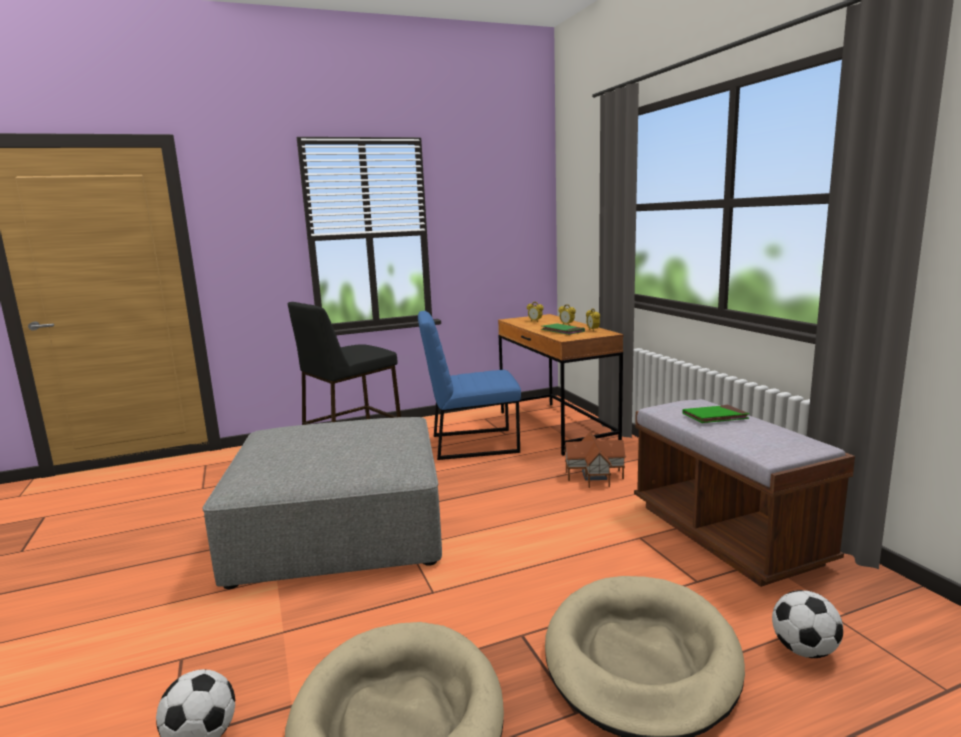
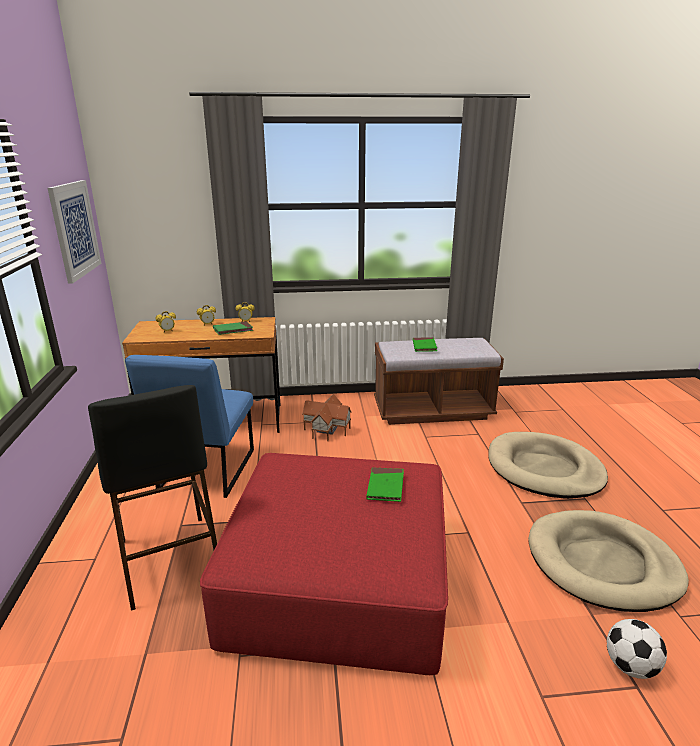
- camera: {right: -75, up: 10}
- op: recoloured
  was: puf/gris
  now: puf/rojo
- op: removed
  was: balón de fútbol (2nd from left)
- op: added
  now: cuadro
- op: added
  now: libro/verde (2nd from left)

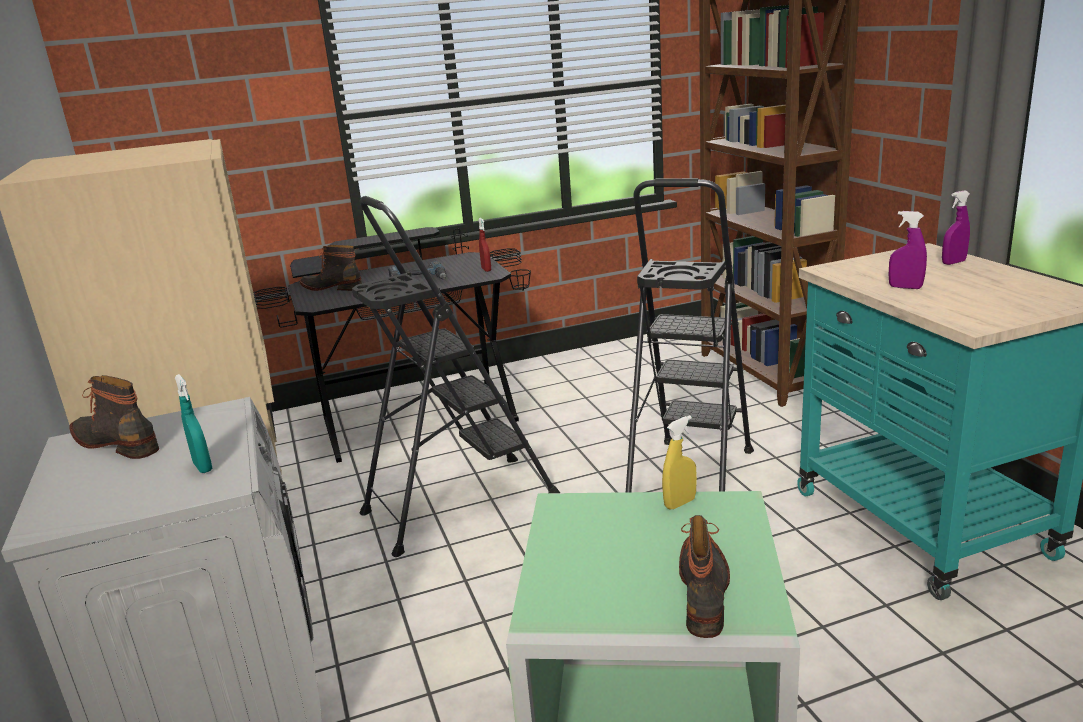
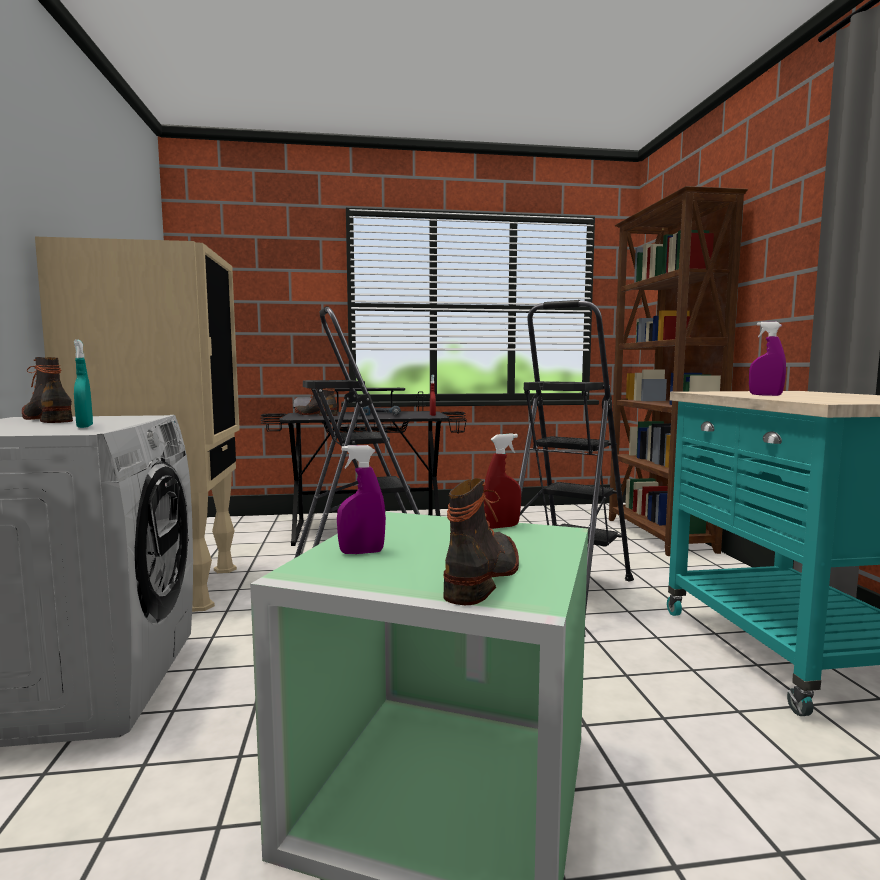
- camera: {right: 10, up: -15}
- op: recoloured
  was: pulverizador/amarillo
  now: pulverizador/rojo (2nd from left)
- op: moved
  was: pulverizador/morado (2nd from left in the first image)
  now: pulverizador/morado (1st from left)

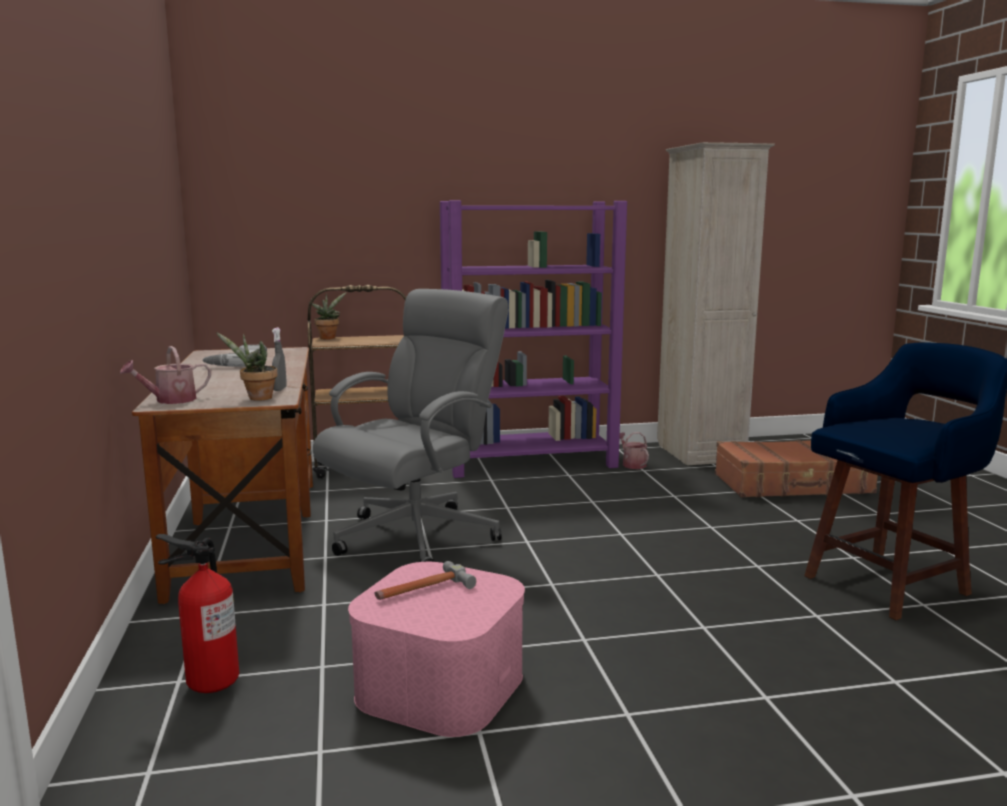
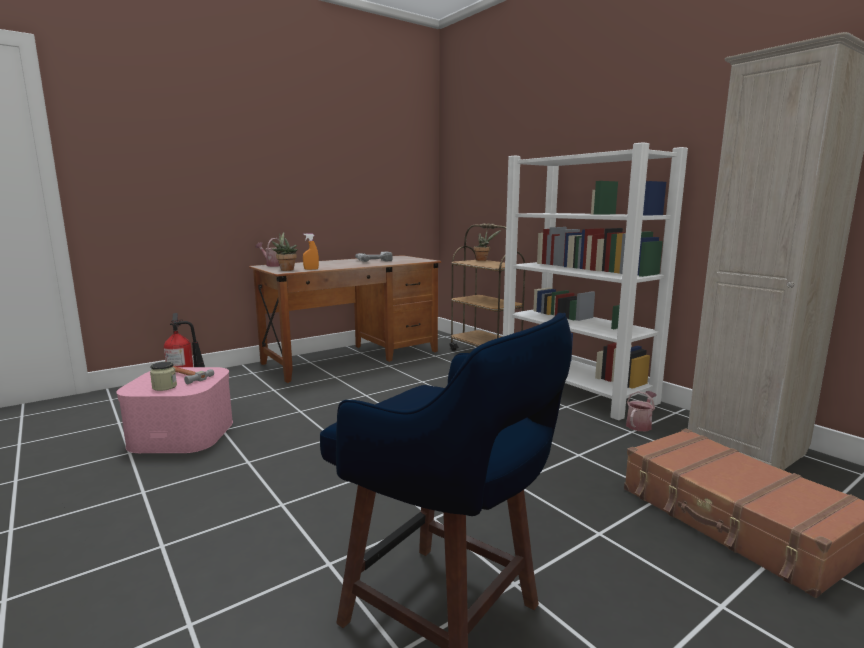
- camera: {right: 65, up: 0}
- op: recoloured
  was: pulverizador/gris
  now: pulverizador/naranja
- op: removed
  was: silla de oficina/gris
- op: recoloured
  was: estantería/morado
  now: estantería/blanco
- op: added
  now: tarro

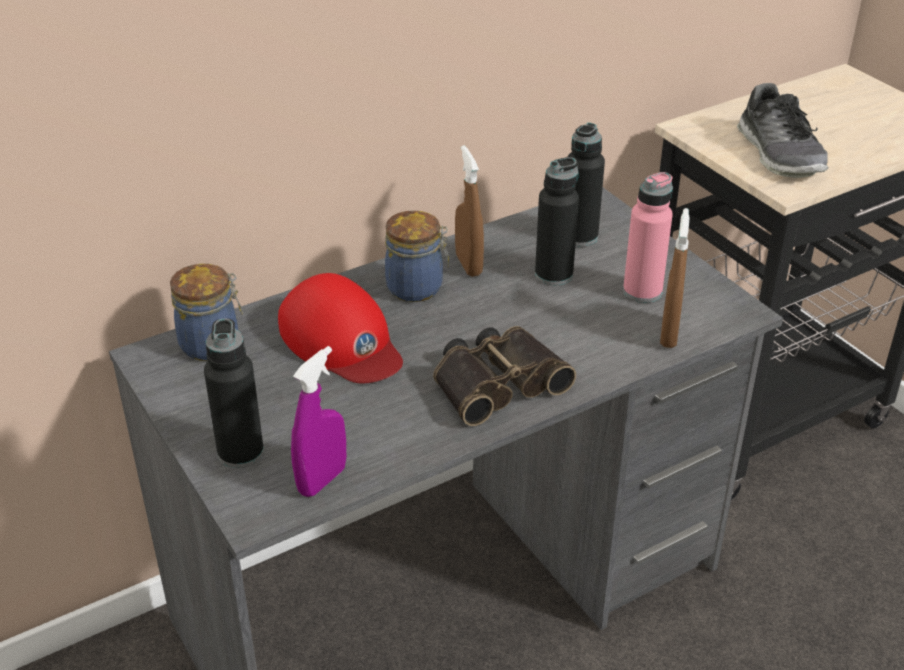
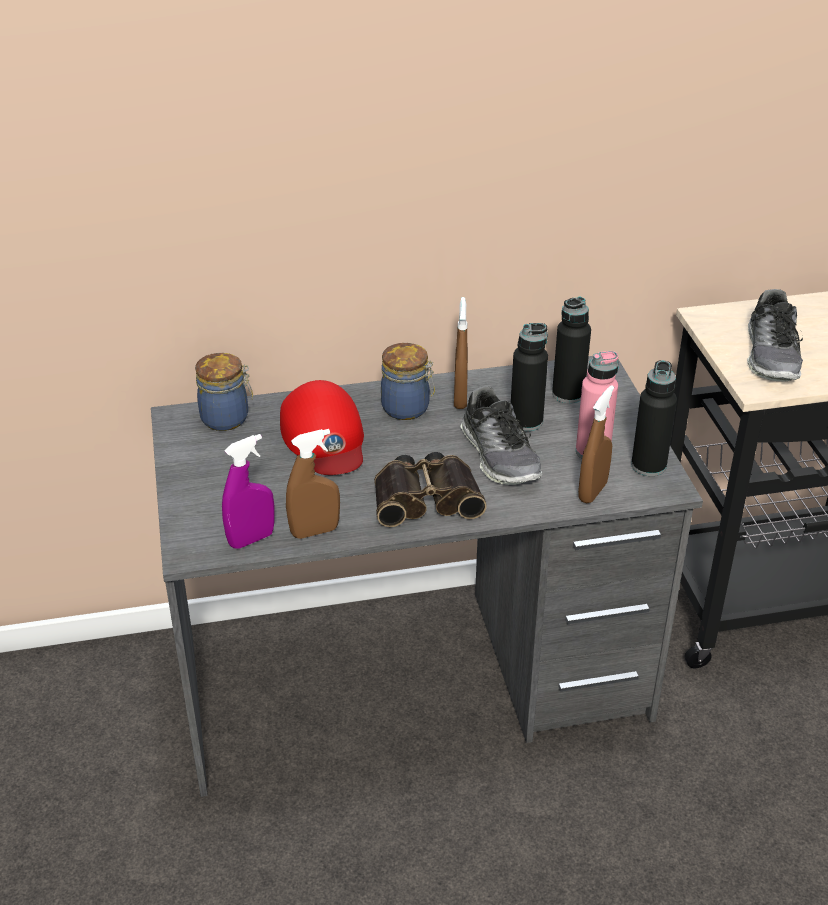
- camera: {right: 20, up: 0}
- op: moved
  was: botella/negro (1st from left in the first image)
  now: botella/negro (3rd from left)
- op: added
  now: pulverizador/marrón (1st from left)
- op: added
  now: zapato (1st from left)

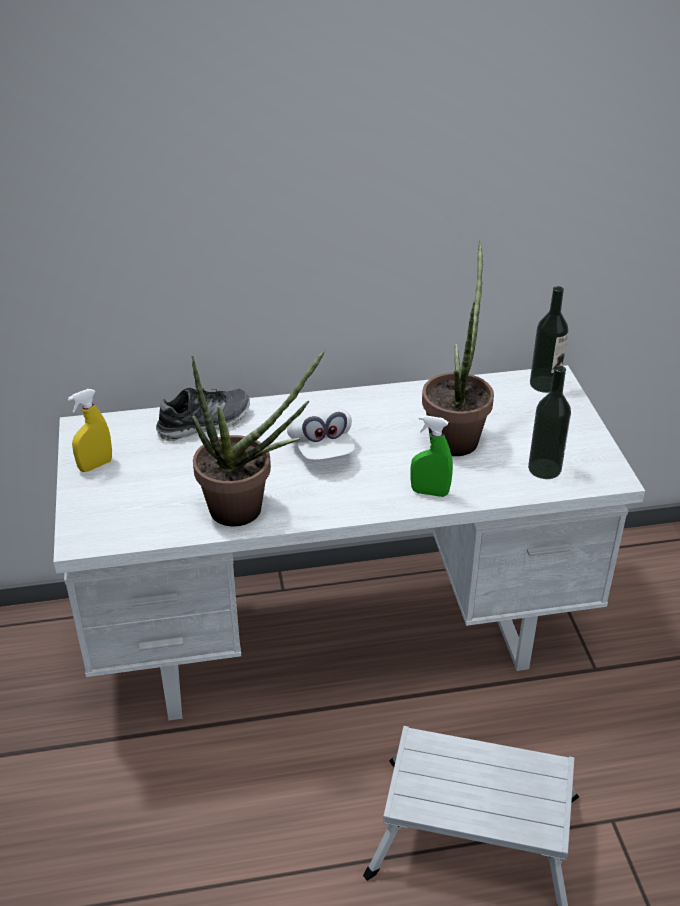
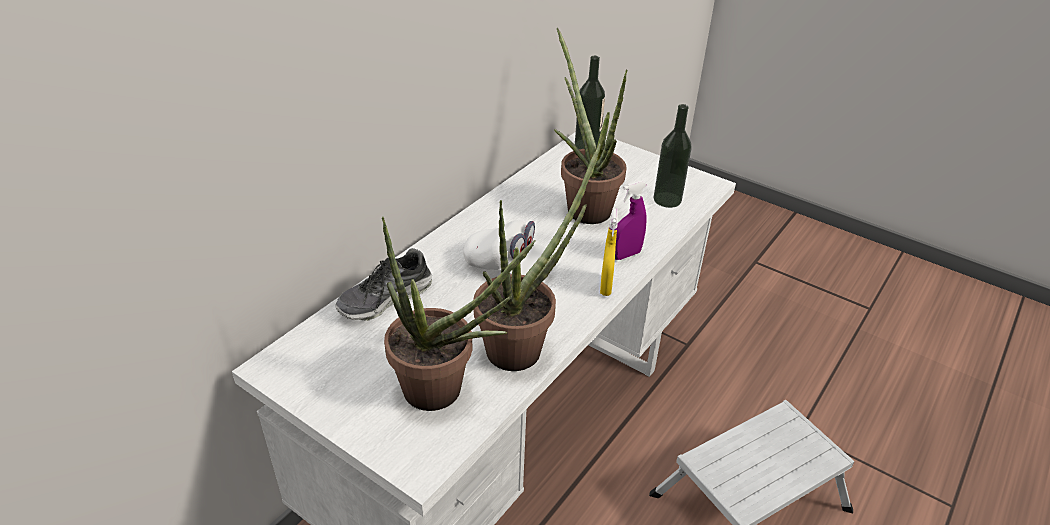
- camera: {right: -45, up: 0}
- op: moved
  was: pulverizador/amarillo
- op: turned
  was: zapato
  clockwise: -150
- op: recoloured
  was: pulverizador/verde
  now: pulverizador/morado
- op: added
  now: planta en maceta (1st from left)

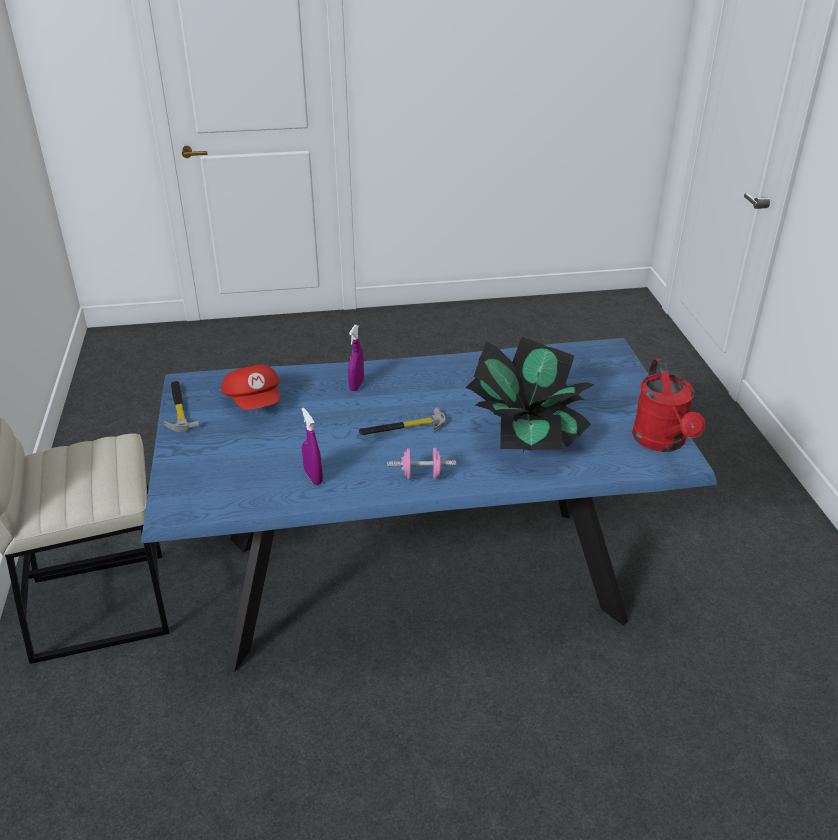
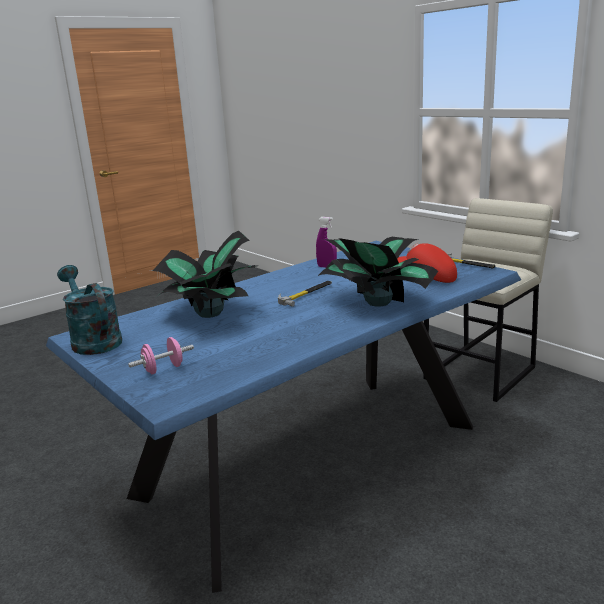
- camera: {right: 150, up: -15}
- op: replaced
  was: pulverizador/morado (2nd from left)
  now: planta en maceta (2nd from left)
- op: moved
  was: mancuerna/rosa
- op: recoloured
  was: regadera/rojo
  now: regadera/turquesa

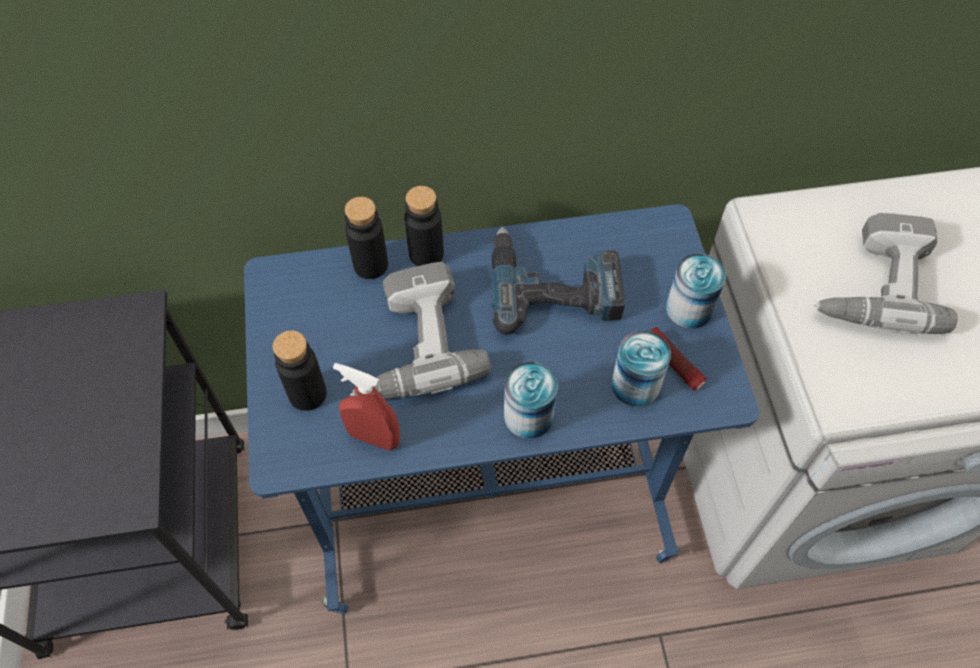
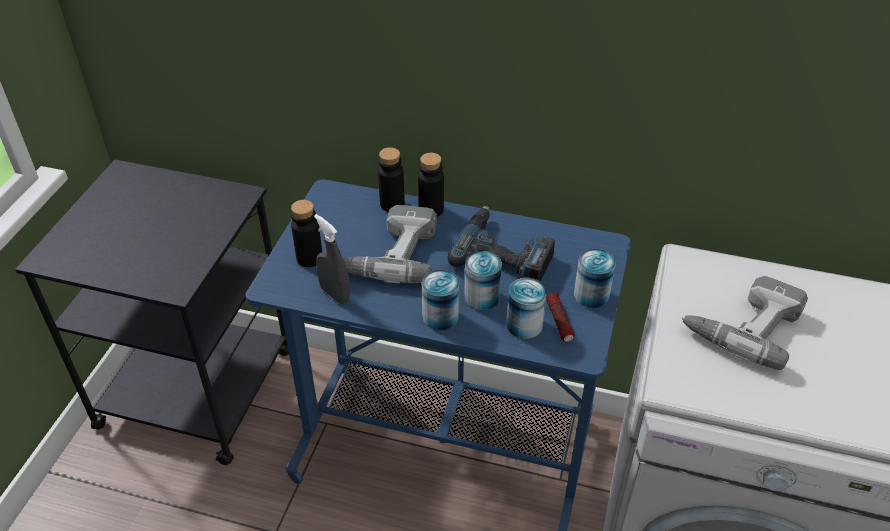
- camera: {right: 25, up: -15}
- op: recoloured
  was: pulverizador/rojo
  now: pulverizador/gris
- op: added
  now: lata (2nd from left)

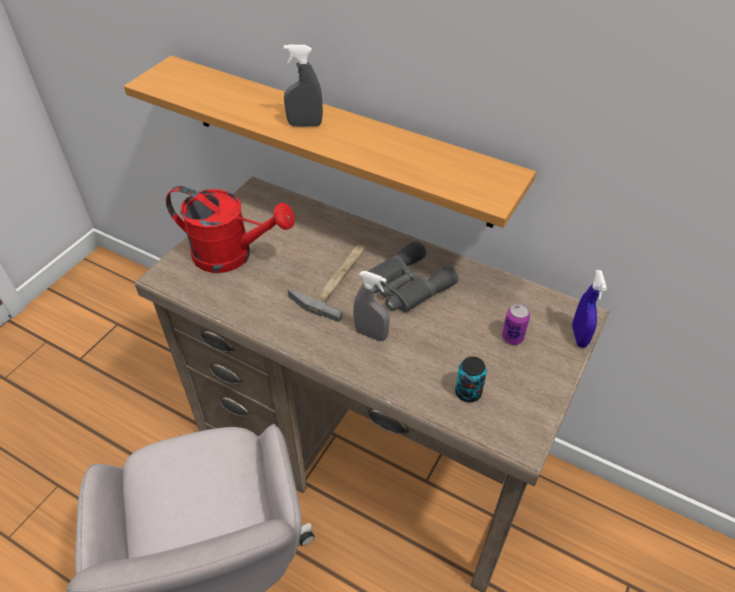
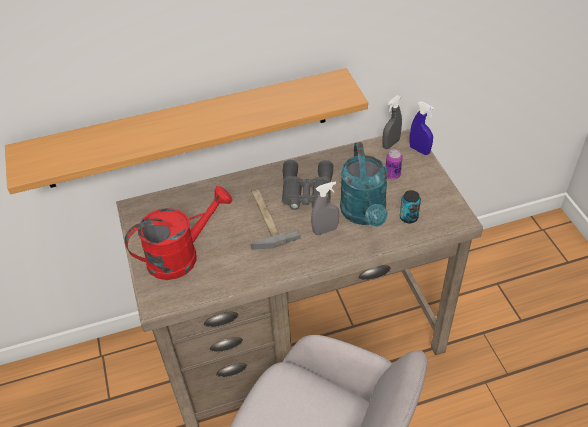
- camera: {right: -45, up: 0}
- op: moved
  was: pulverizador/gris (1st from left in the first image)
  now: pulverizador/gris (2nd from left)
- op: added
  now: regadera/turquesa

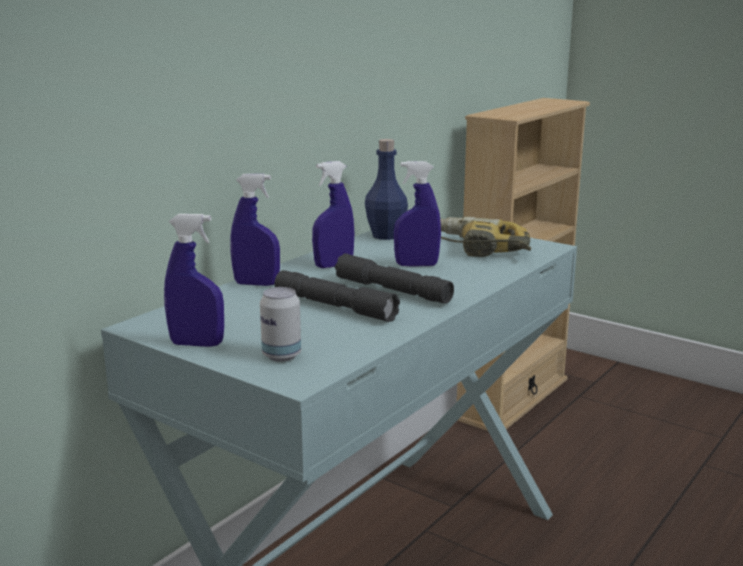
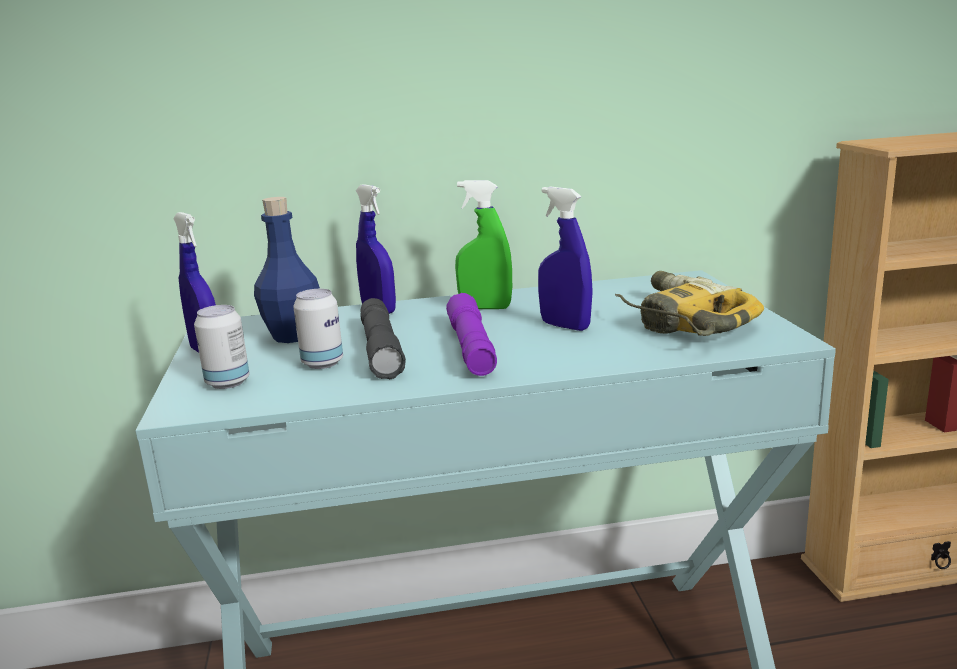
- camera: {right: 45, up: 0}
- op: recoloured
  was: pulverizador/azul (3rd from left)
  now: pulverizador/verde
- op: recoloured
  was: linterna/gris (2nd from left)
  now: linterna/morado
- op: moved
  was: botella/azul
- op: added
  now: lata (2nd from left)

